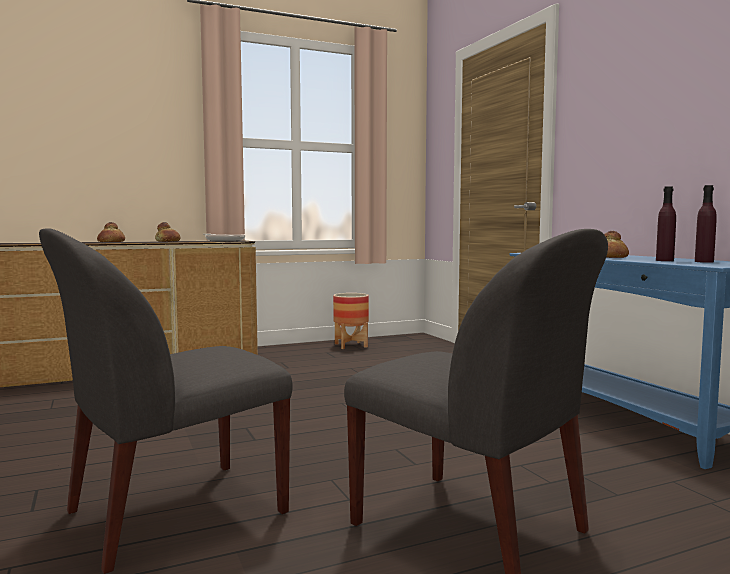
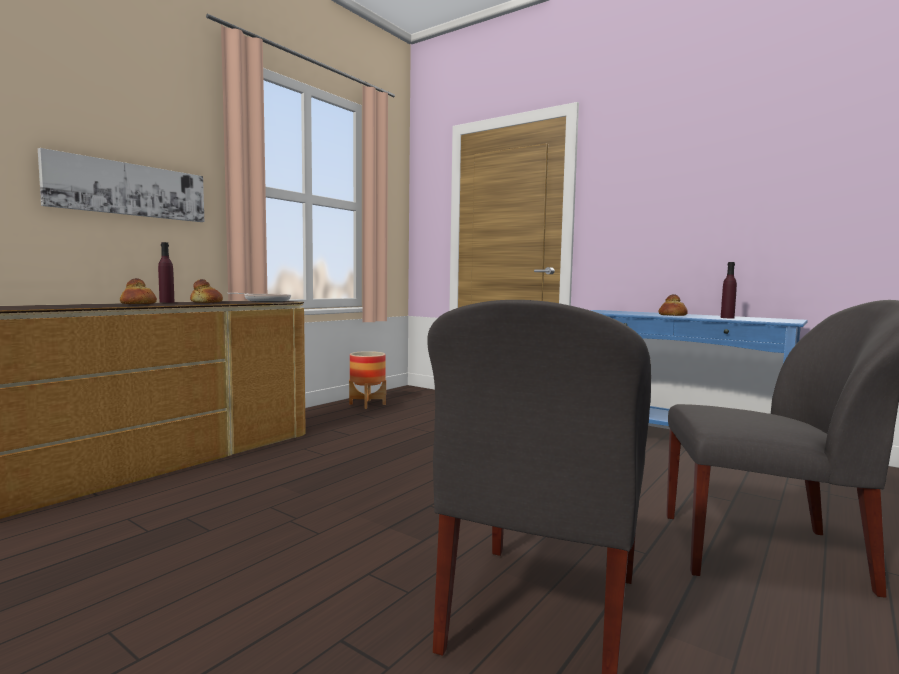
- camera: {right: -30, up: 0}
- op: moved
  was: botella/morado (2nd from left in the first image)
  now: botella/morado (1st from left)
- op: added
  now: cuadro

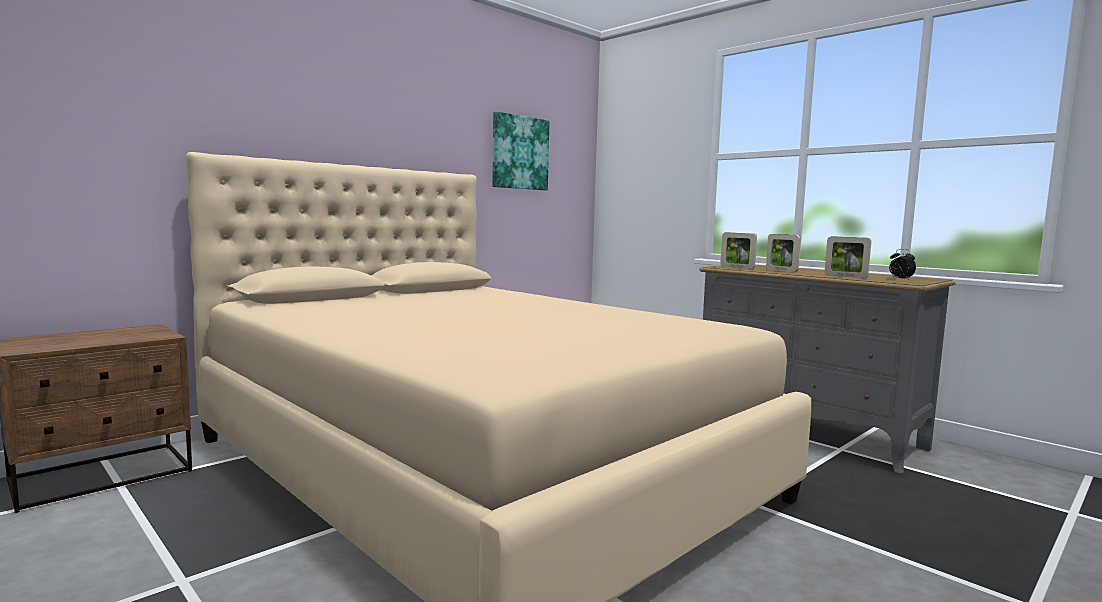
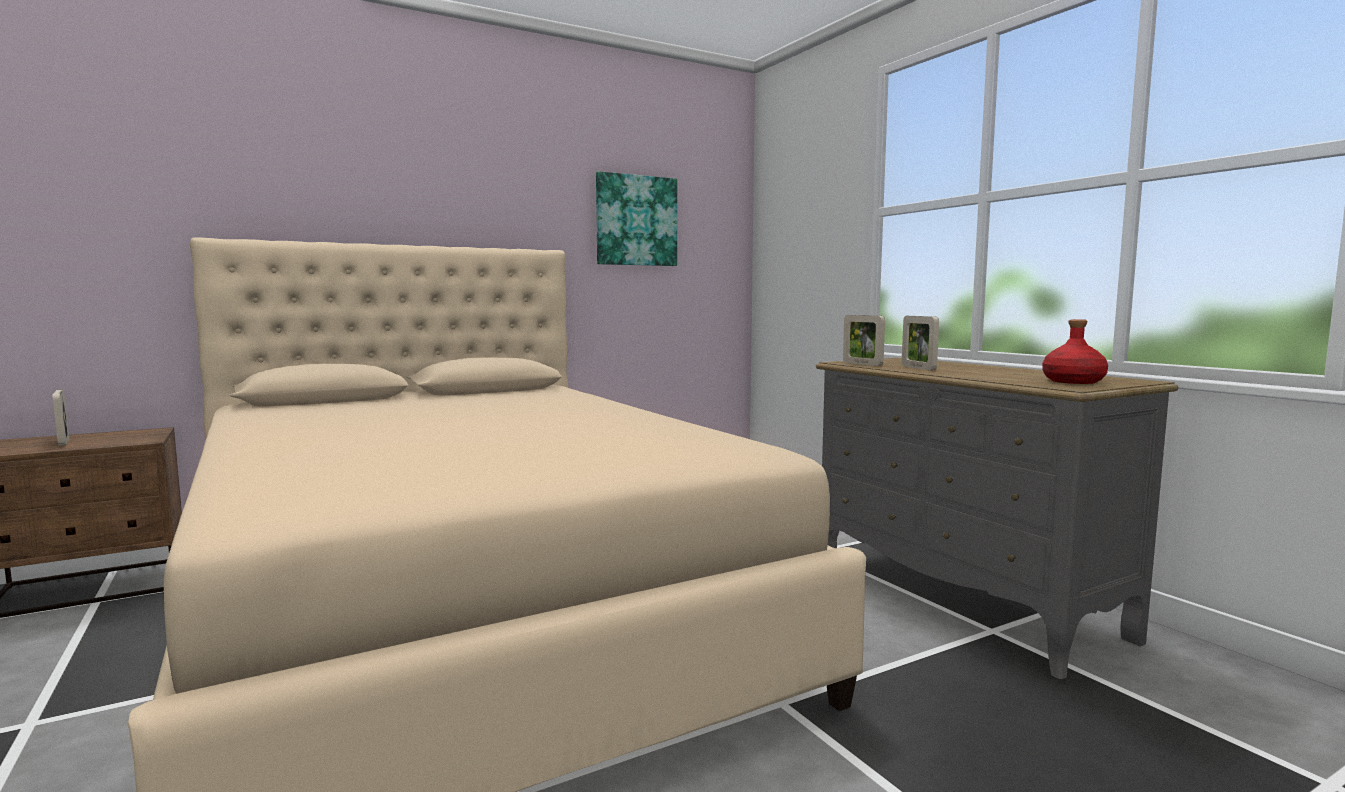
- camera: {right: 15, up: 0}
- op: moved
  was: portarretratos (3rd from left in the first image)
  now: portarretratos (1st from left)
- op: replaced
  was: despertador
  now: botella/rojo

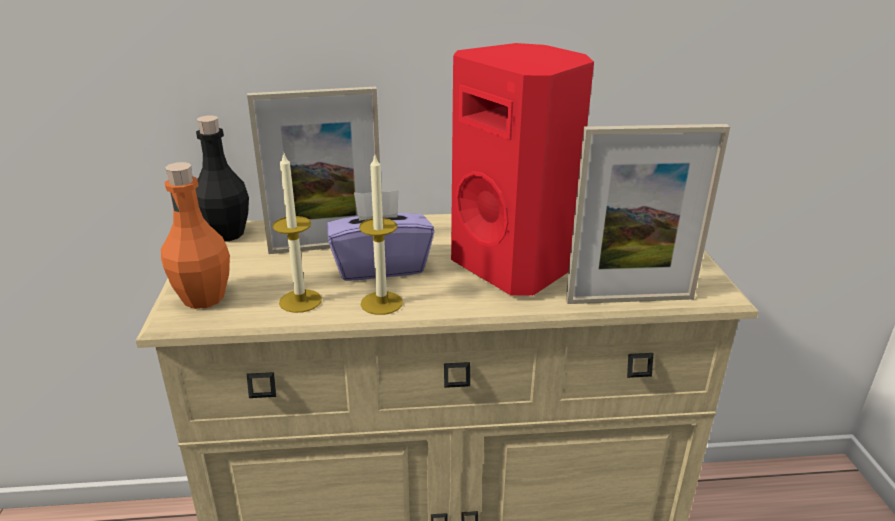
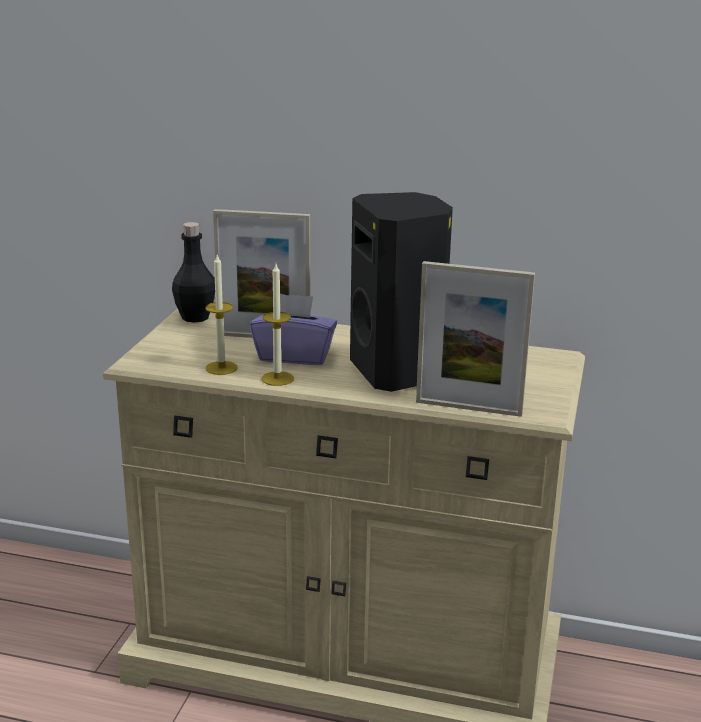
- camera: {right: 20, up: -5}
- op: removed
  was: botella/naranja
- op: recoloured
  was: altavoz/rojo
  now: altavoz/negro

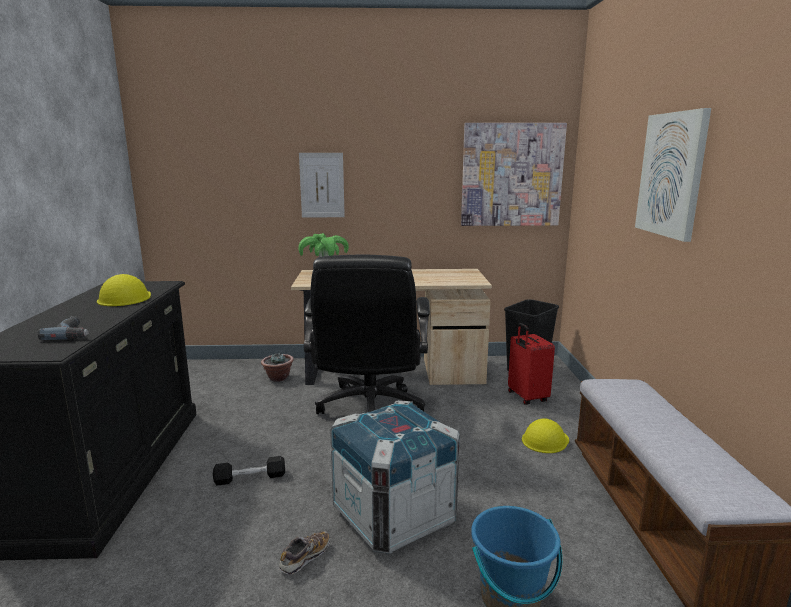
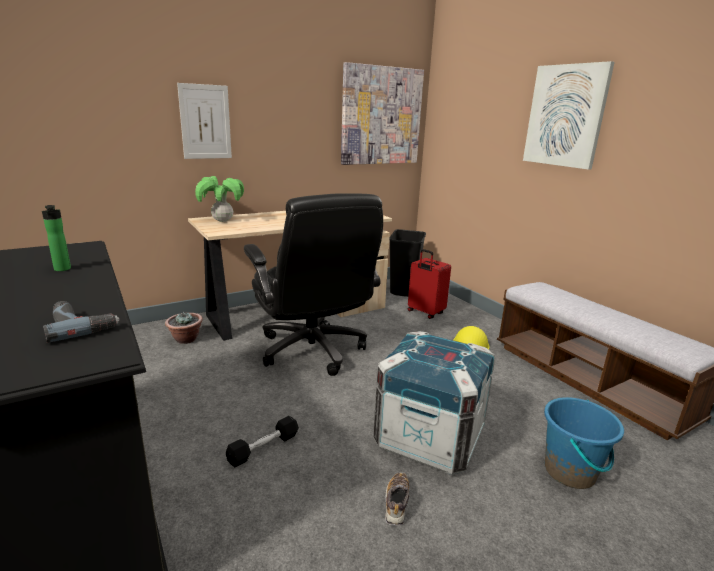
- camera: {right: -30, up: 5}
- op: replaced
  was: casco/amarillo (1st from left)
  now: botella

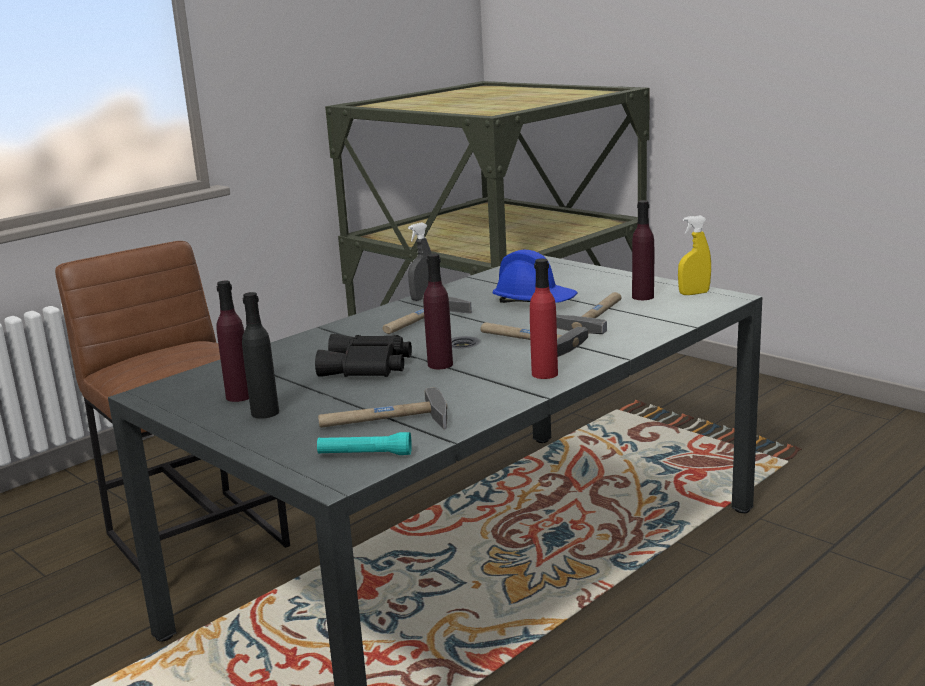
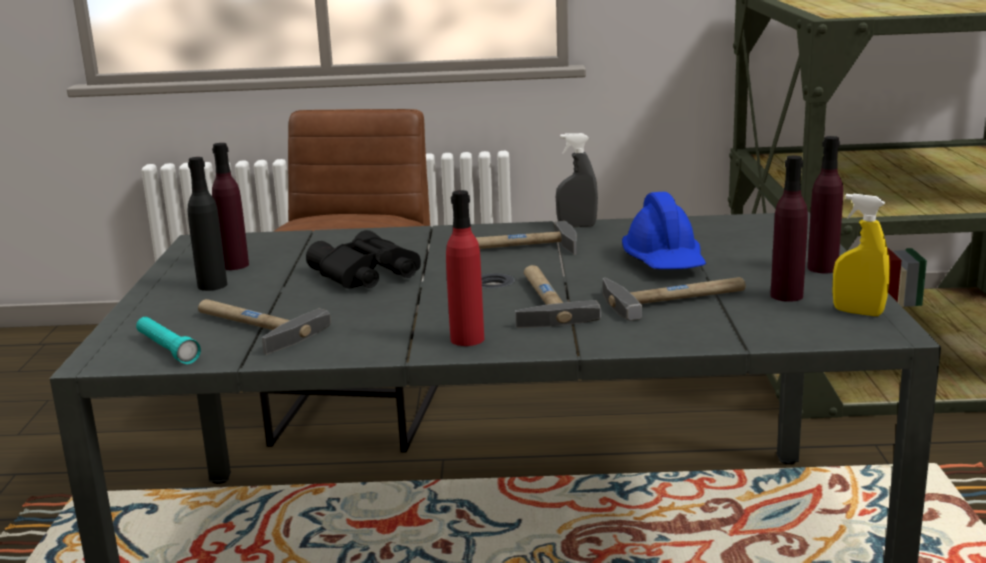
- camera: {right: 45, up: 0}
- op: moved
  was: botella/morado (2nd from left in the first image)
  now: botella/morado (3rd from left)

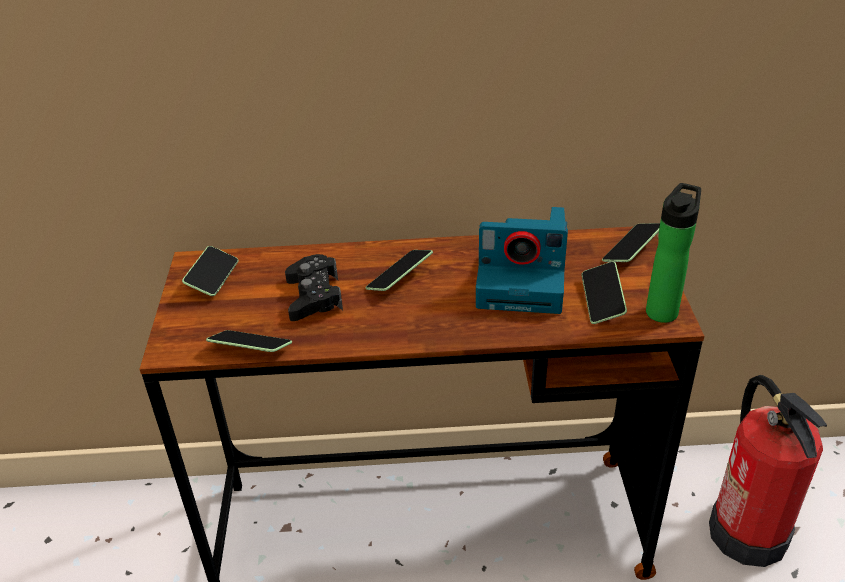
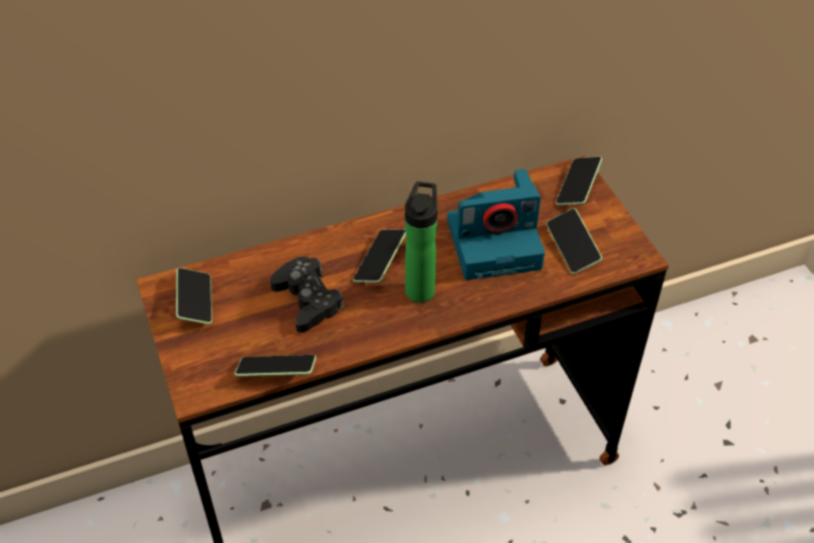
- camera: {right: -20, up: 10}
- op: moved
  was: botella
- op: removed
  was: extintor

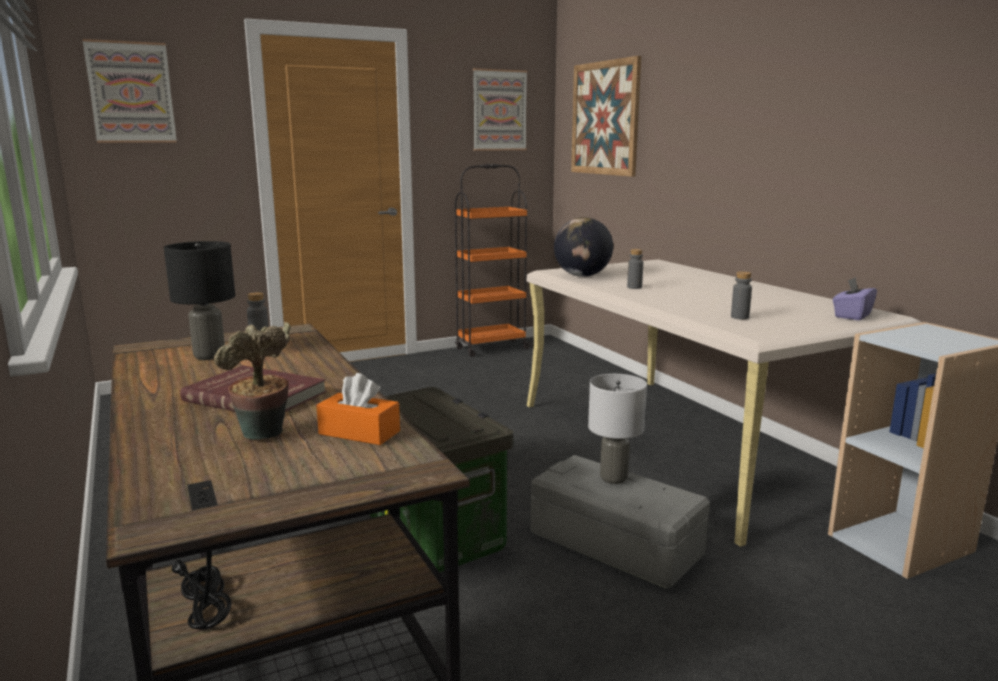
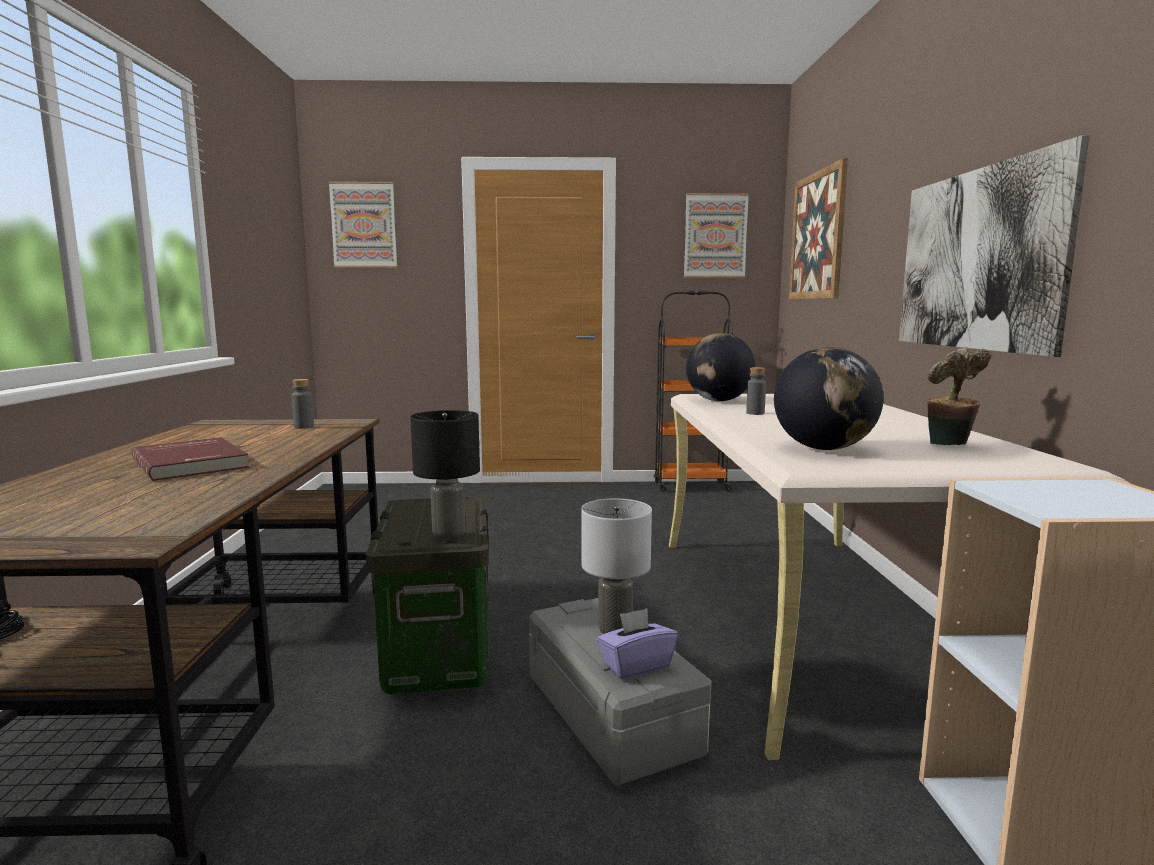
- camera: {right: 25, up: -5}
- op: moved
  was: lámpara de mesa/negro
- op: moved
  was: planta en maceta
- op: removed
  was: caja de pañuelos/naranja
- op: replaced
  was: botella/gris (3rd from left)
  now: globo terráqueo (2nd from left)
- op: moved
  was: caja de pañuelos/morado
- op: added
  now: cuadro (4th from left)

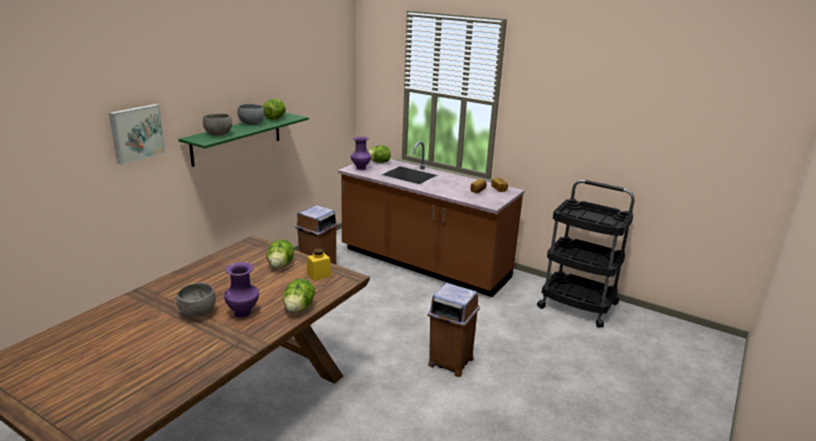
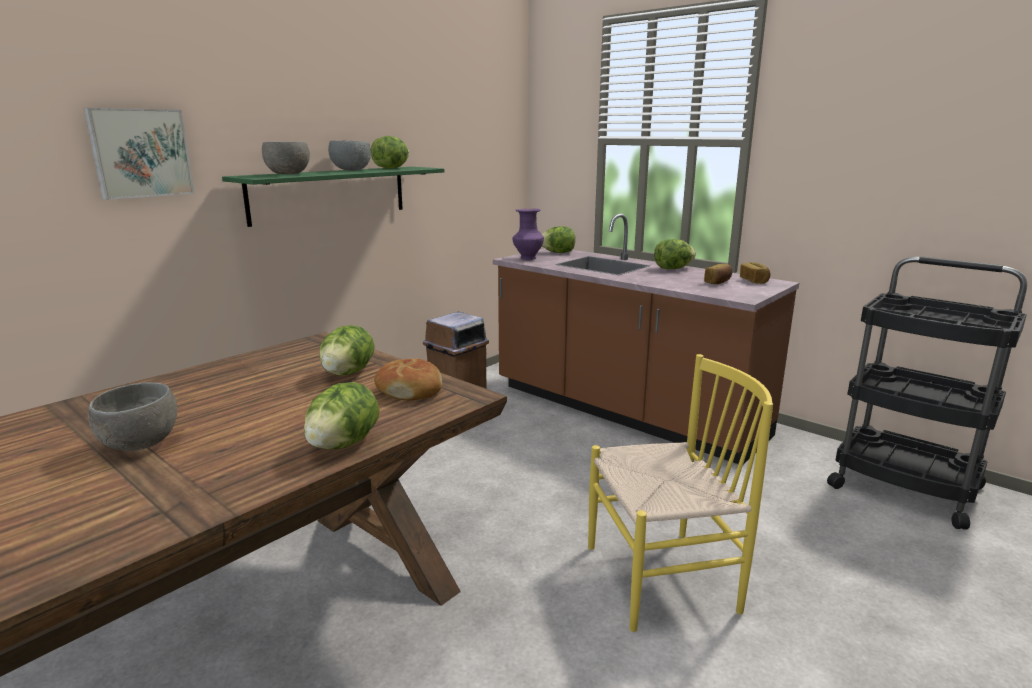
- camera: {right: 10, up: -5}
- op: removed
  was: florero/morado (1st from left)
- op: replaced
  was: tarro/amarillo
  now: pan (1st from left)
- op: replaced
  was: papelera/marrón (2nd from left)
  now: silla/amarillo
- op: added
  now: lechuga (5th from left)

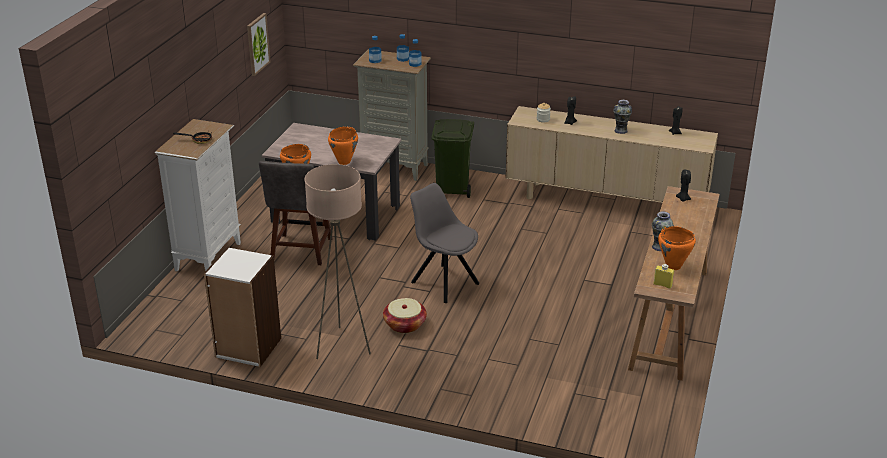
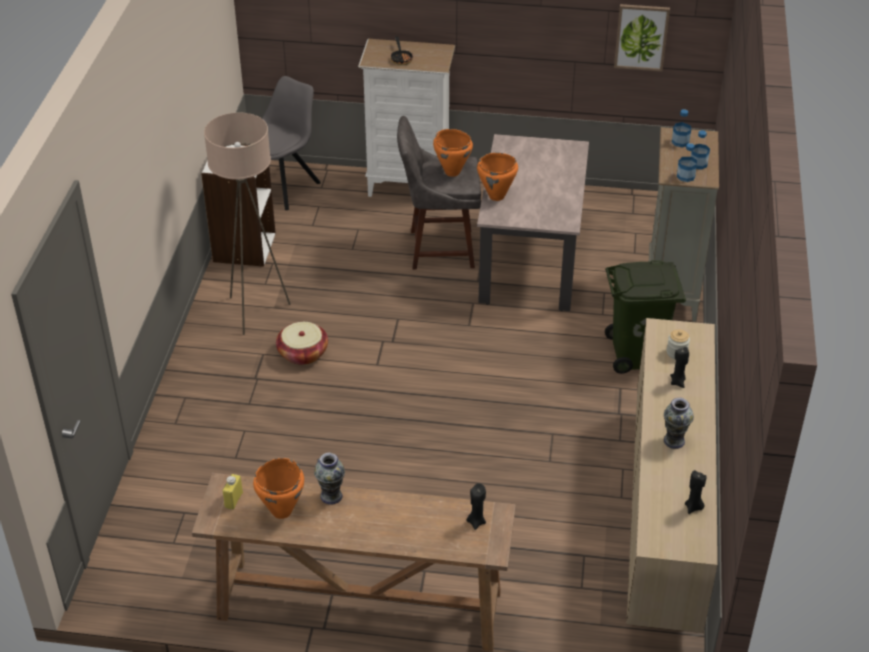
- camera: {right: 80, up: 10}
- op: moved
  was: silla/gris

